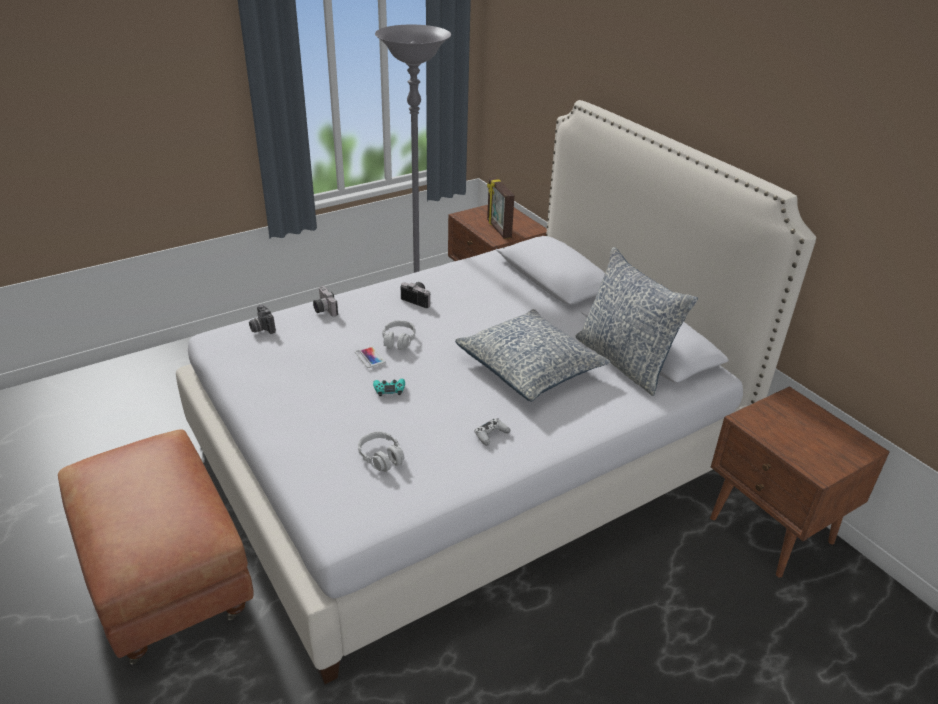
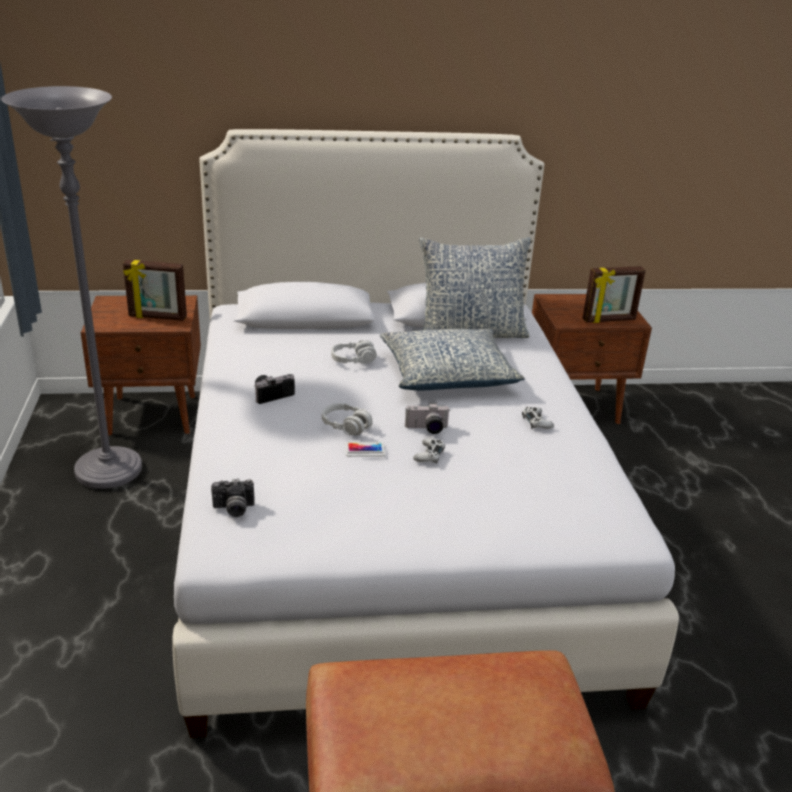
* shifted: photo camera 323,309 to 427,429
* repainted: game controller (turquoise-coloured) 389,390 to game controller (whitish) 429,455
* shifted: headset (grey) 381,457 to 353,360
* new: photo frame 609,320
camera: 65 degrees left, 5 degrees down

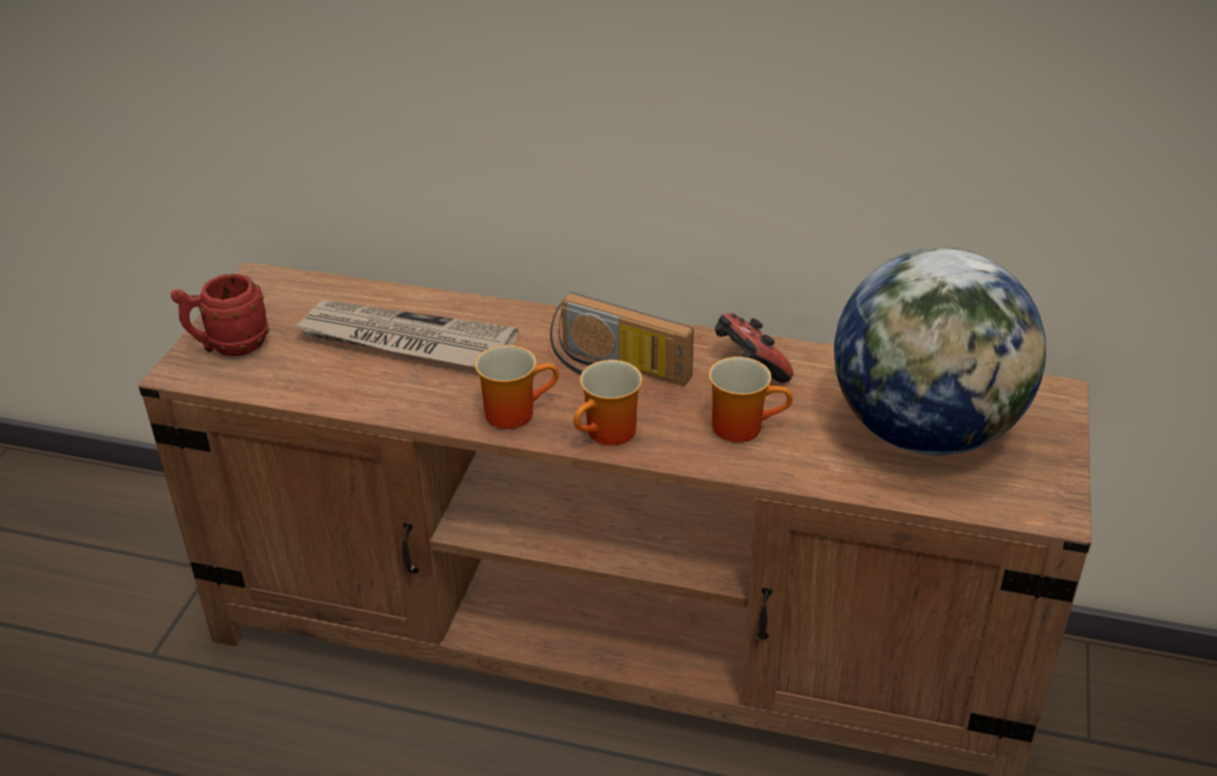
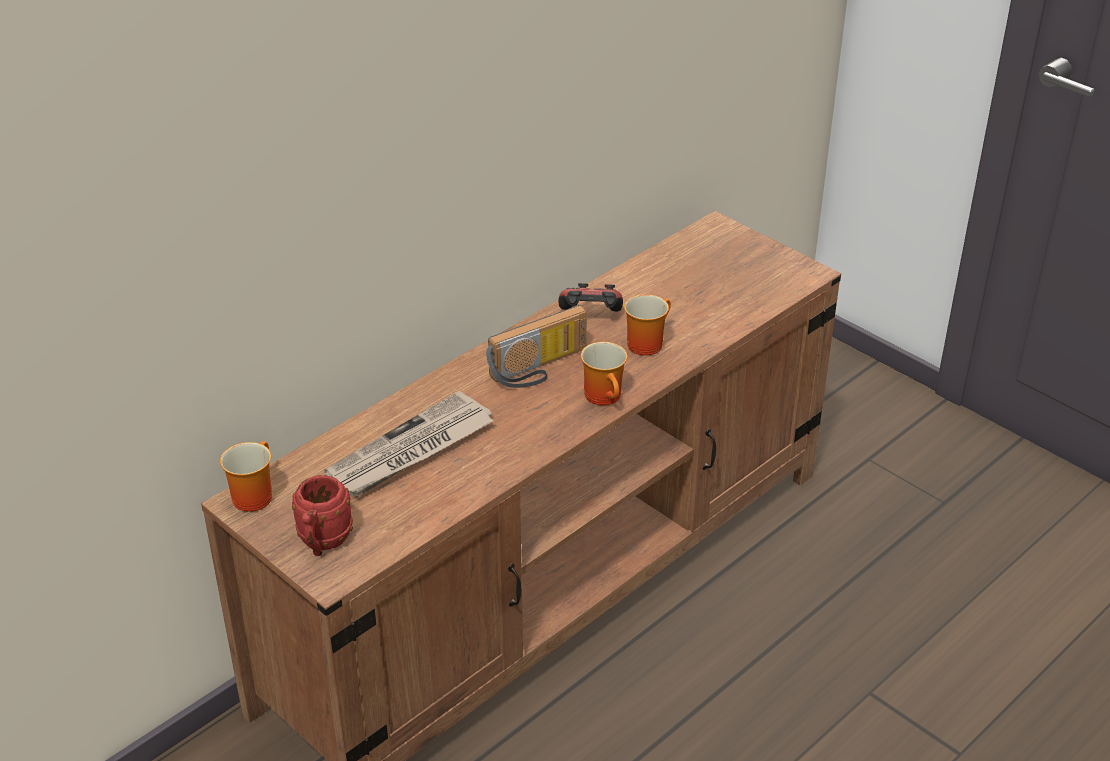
* gone: globe 925,431
* shifted: tea mug 514,411 to 251,494
camera: 60 degrees left, 0 degrees up

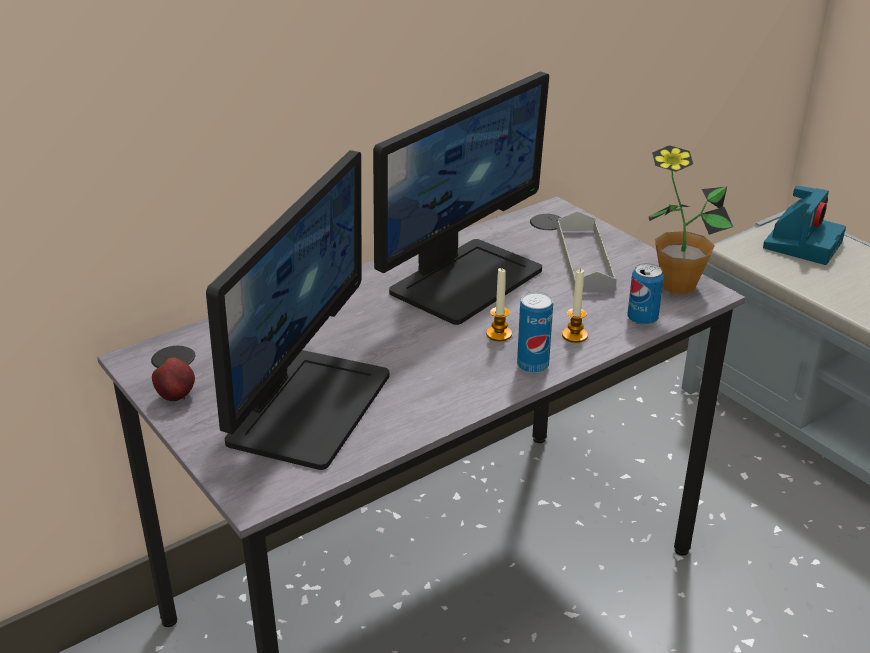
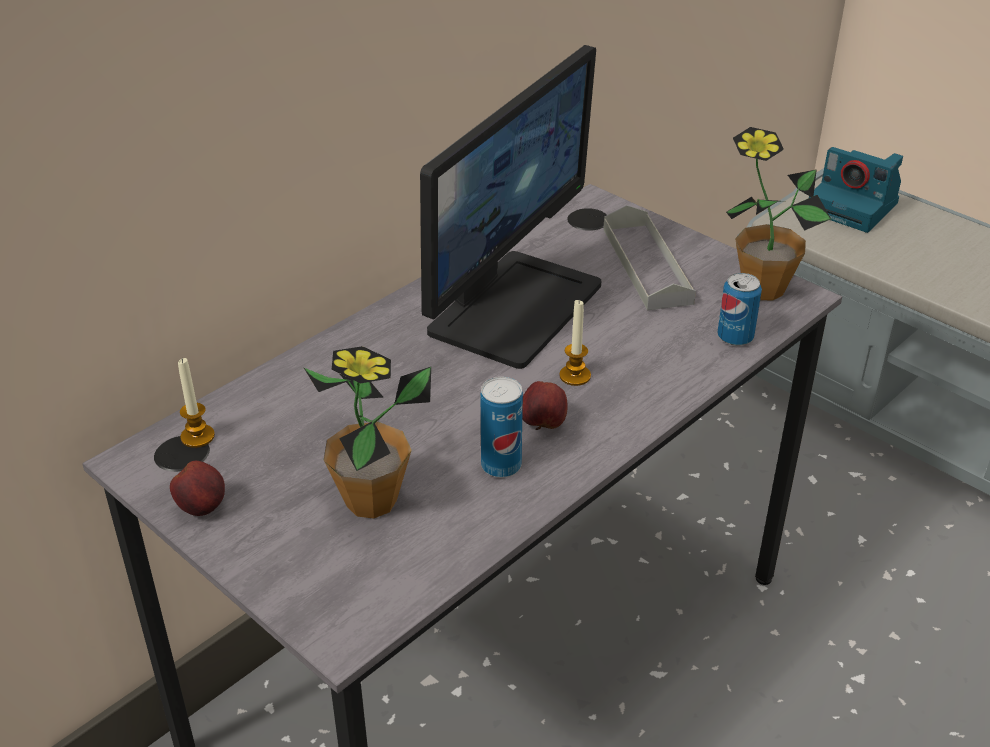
* swapped: computer screen 307,406 to houseplant 371,501
* rotated: photo camera 802,244 = 854,207 105 degrees clockwise
* shifted: wax light 574,335 to 197,436
* shifted: can 532,365 to 501,466
* new: apple fruit 543,425
camera: 10 degrees left, 5 degrees up

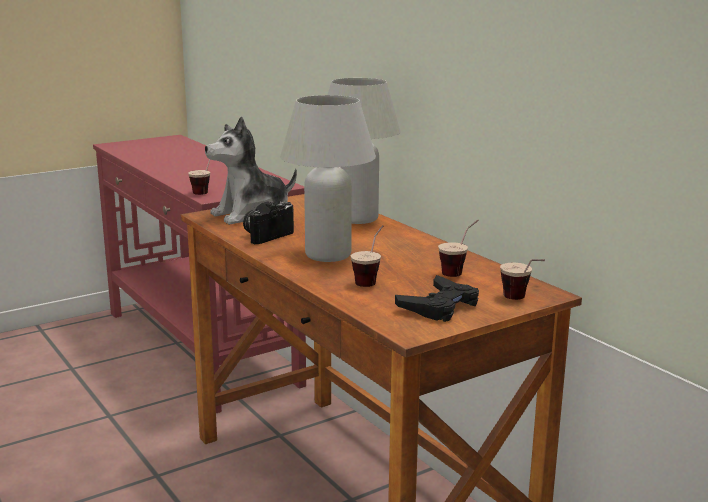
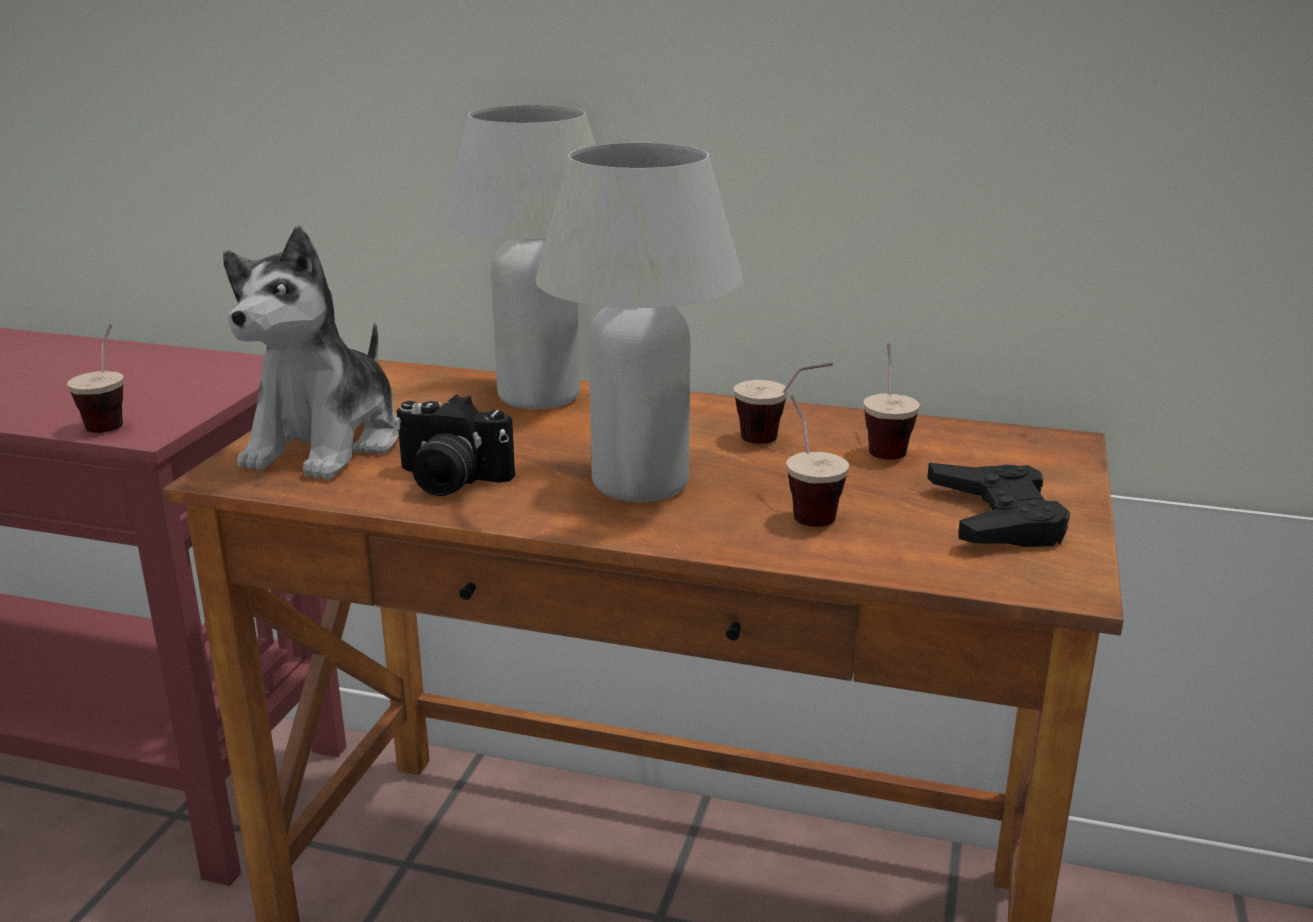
* rotated: photo camera 266,236 = 449,481 75 degrees counterclockwise
* shifted: cup 522,301 to 780,441
camera: 40 degrees left, 5 degrees up

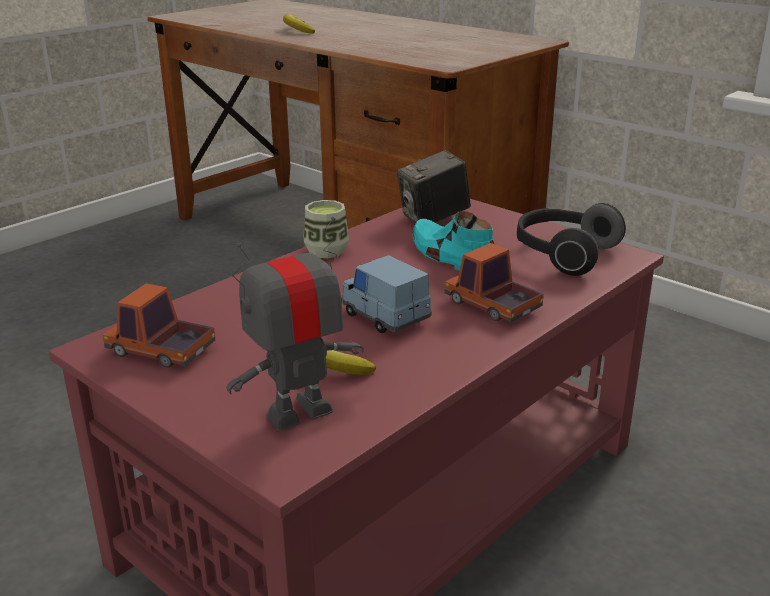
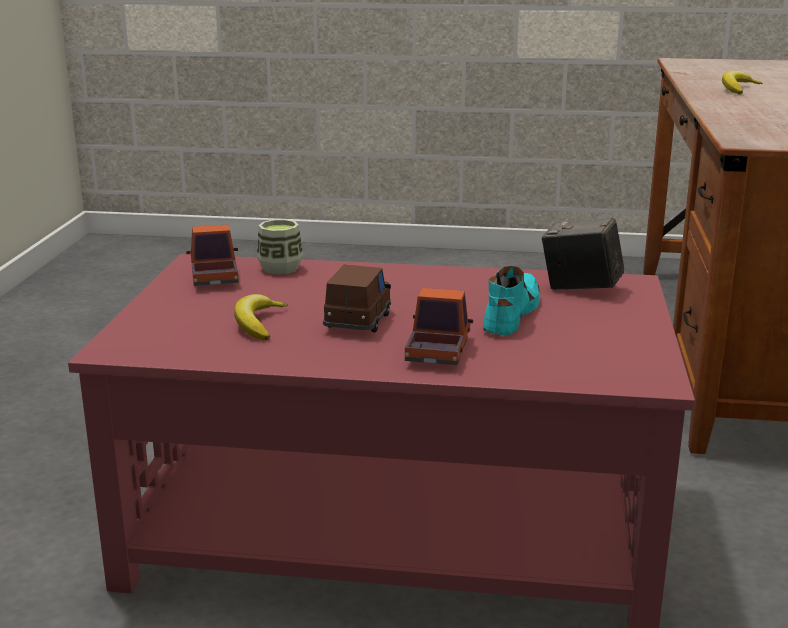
* shifted: cup 326,251 to 280,268
* gone: headset 563,255
* gone: model robot 298,412
* repainted: model car (blue) 385,317 to model car (brown-coloured) 358,321
camera: 55 degrees right, 5 degrees down

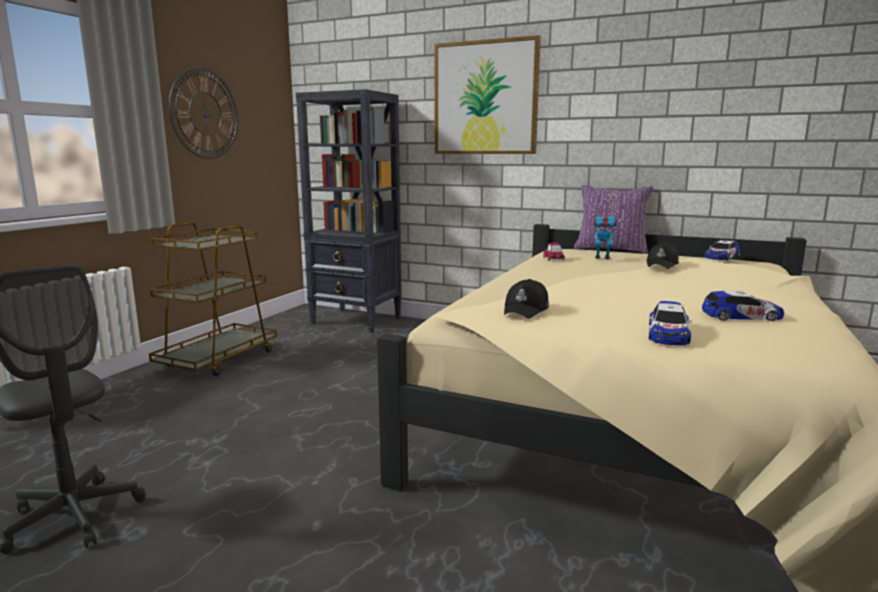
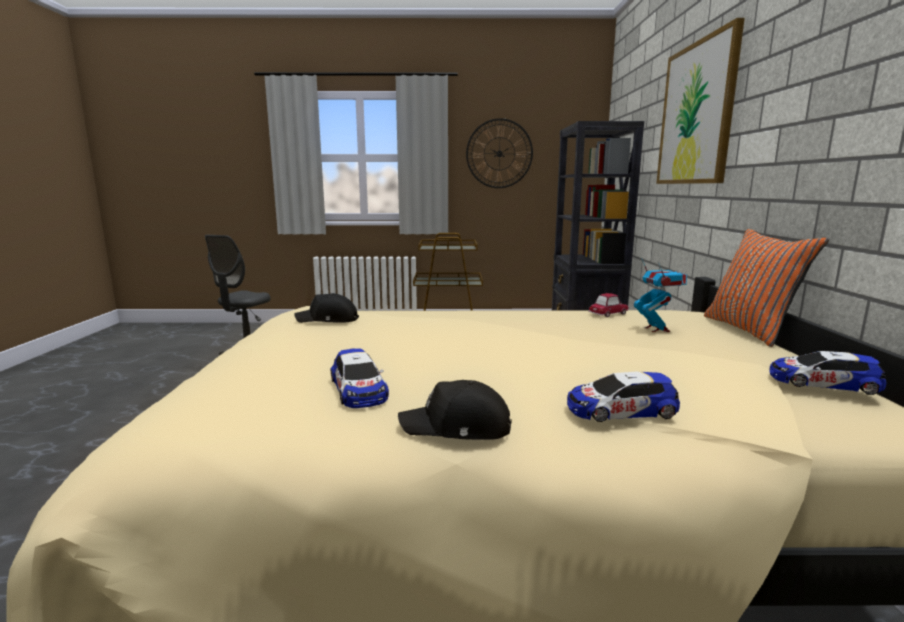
* repainted: pillow (purple-coloured) 610,249 to pillow (orangey) 751,330
* shifted: baseball cap (black-coloured) 662,264 to 457,427
* shifted: model car 668,334 to 621,409
camera: 65 degrees right, 0 degrees up

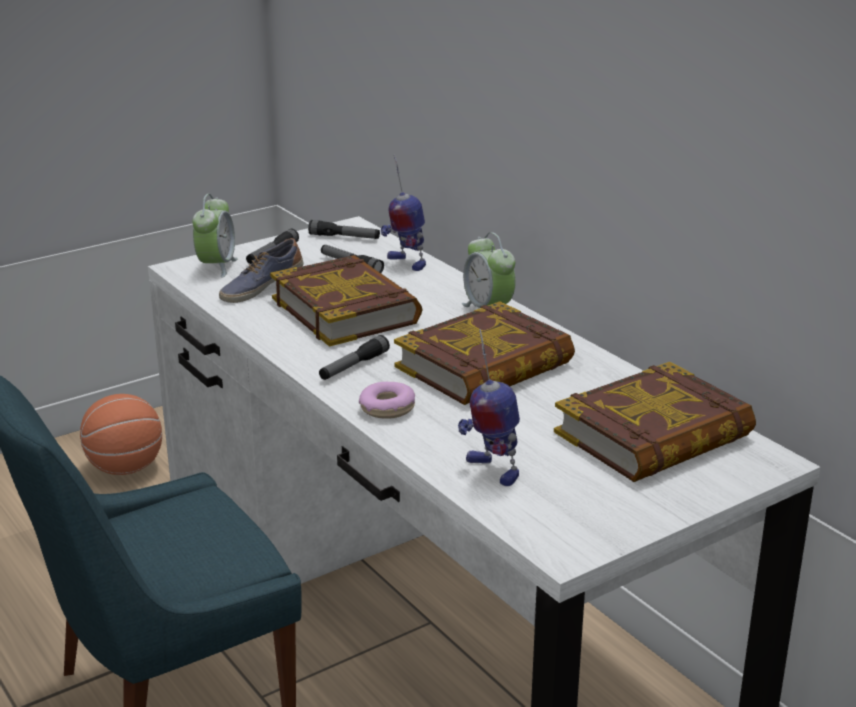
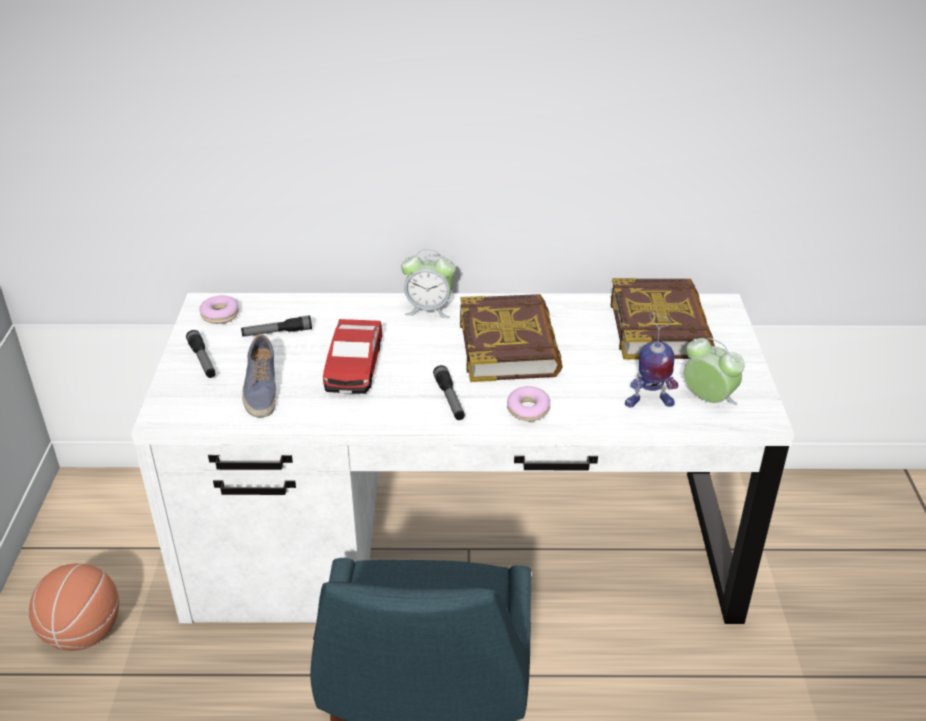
* gone: model robot 405,262
* shifted: alarm clock 216,266 to 708,399
* swapped: hand torch 344,237 to donut 220,315
* swapped: volume 346,310 to model car 354,366
camera: 55 degrees left, 10 degrees up

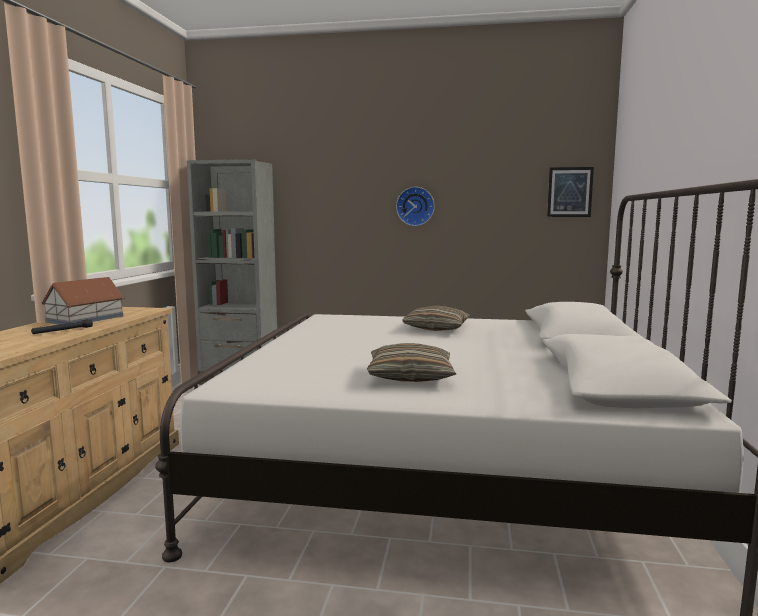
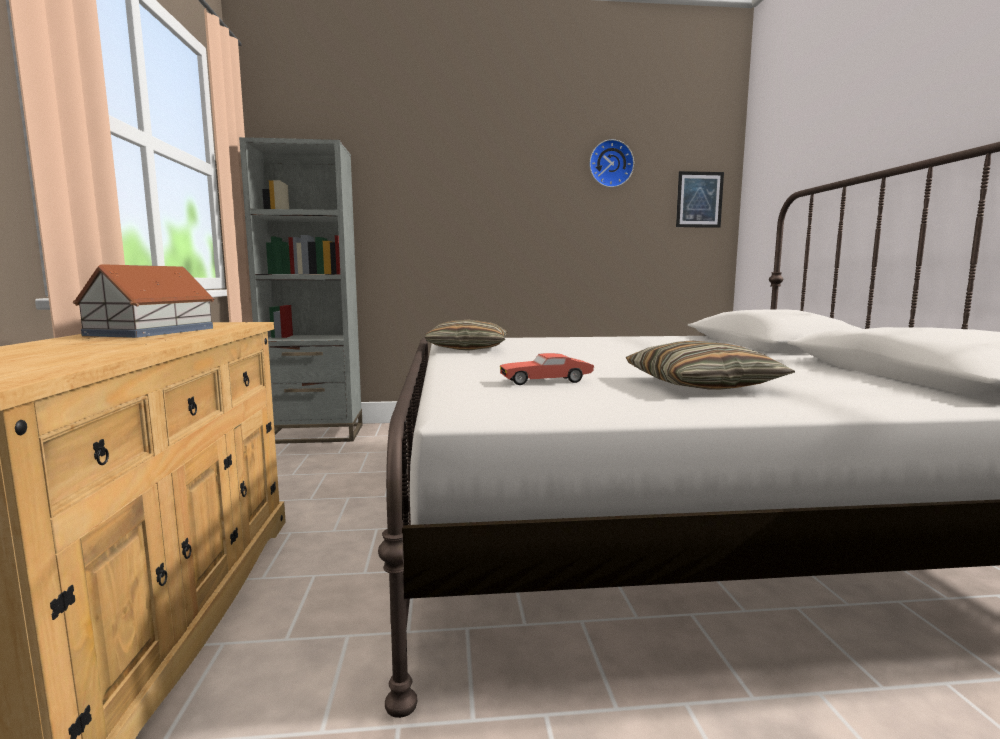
* shifted: clock on the wall 415,206 to 610,164
* shifted: pillow 436,328 to 468,348
* gone: hand torch (black-coloured) 63,331
* new: model car (reddish) 546,381
camera: 15 degrees left, 0 degrees up

